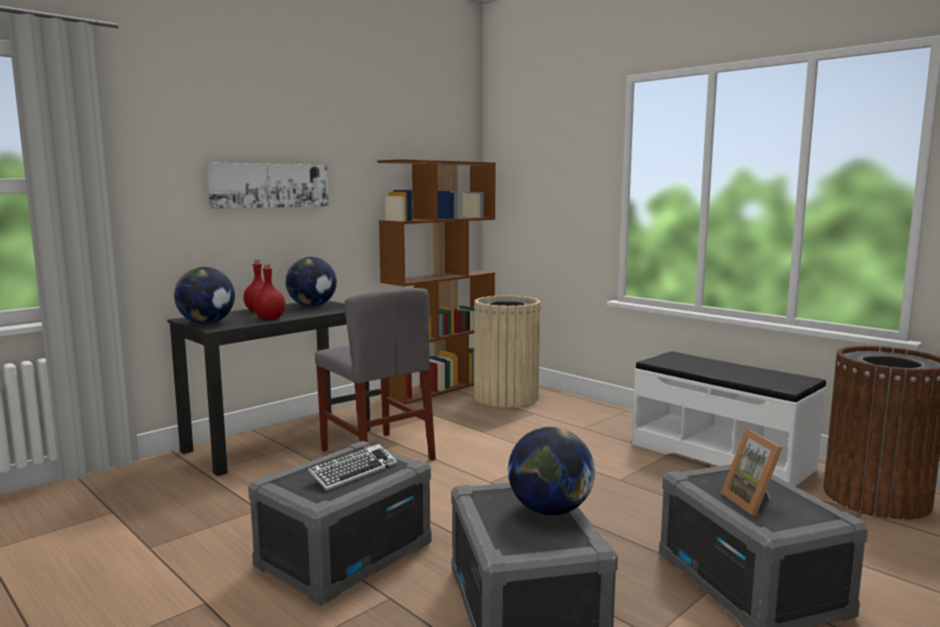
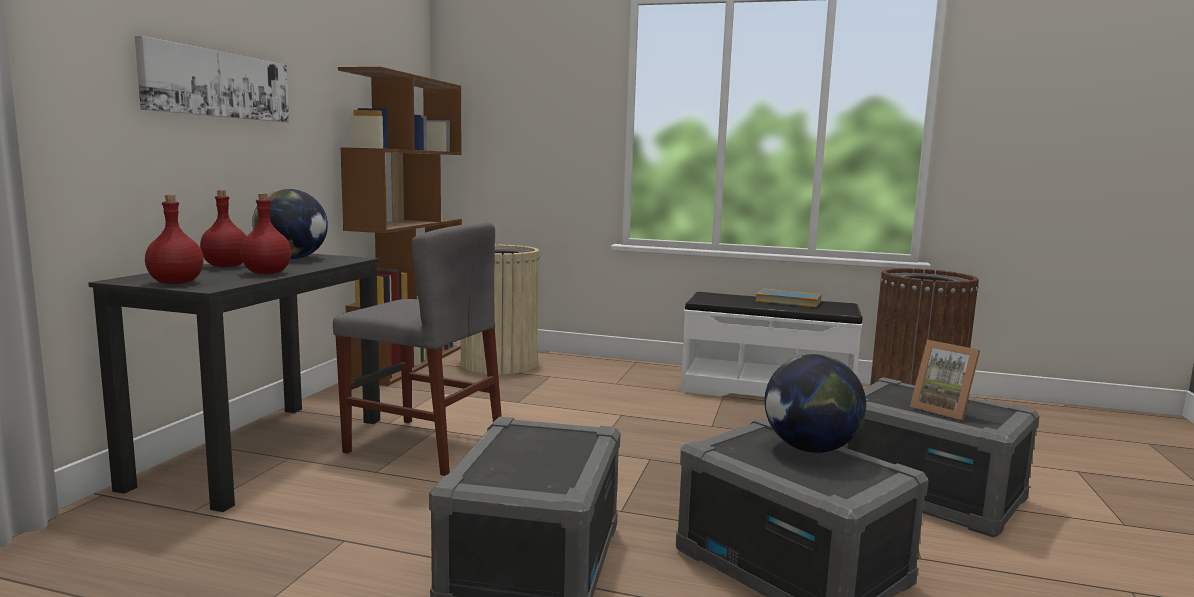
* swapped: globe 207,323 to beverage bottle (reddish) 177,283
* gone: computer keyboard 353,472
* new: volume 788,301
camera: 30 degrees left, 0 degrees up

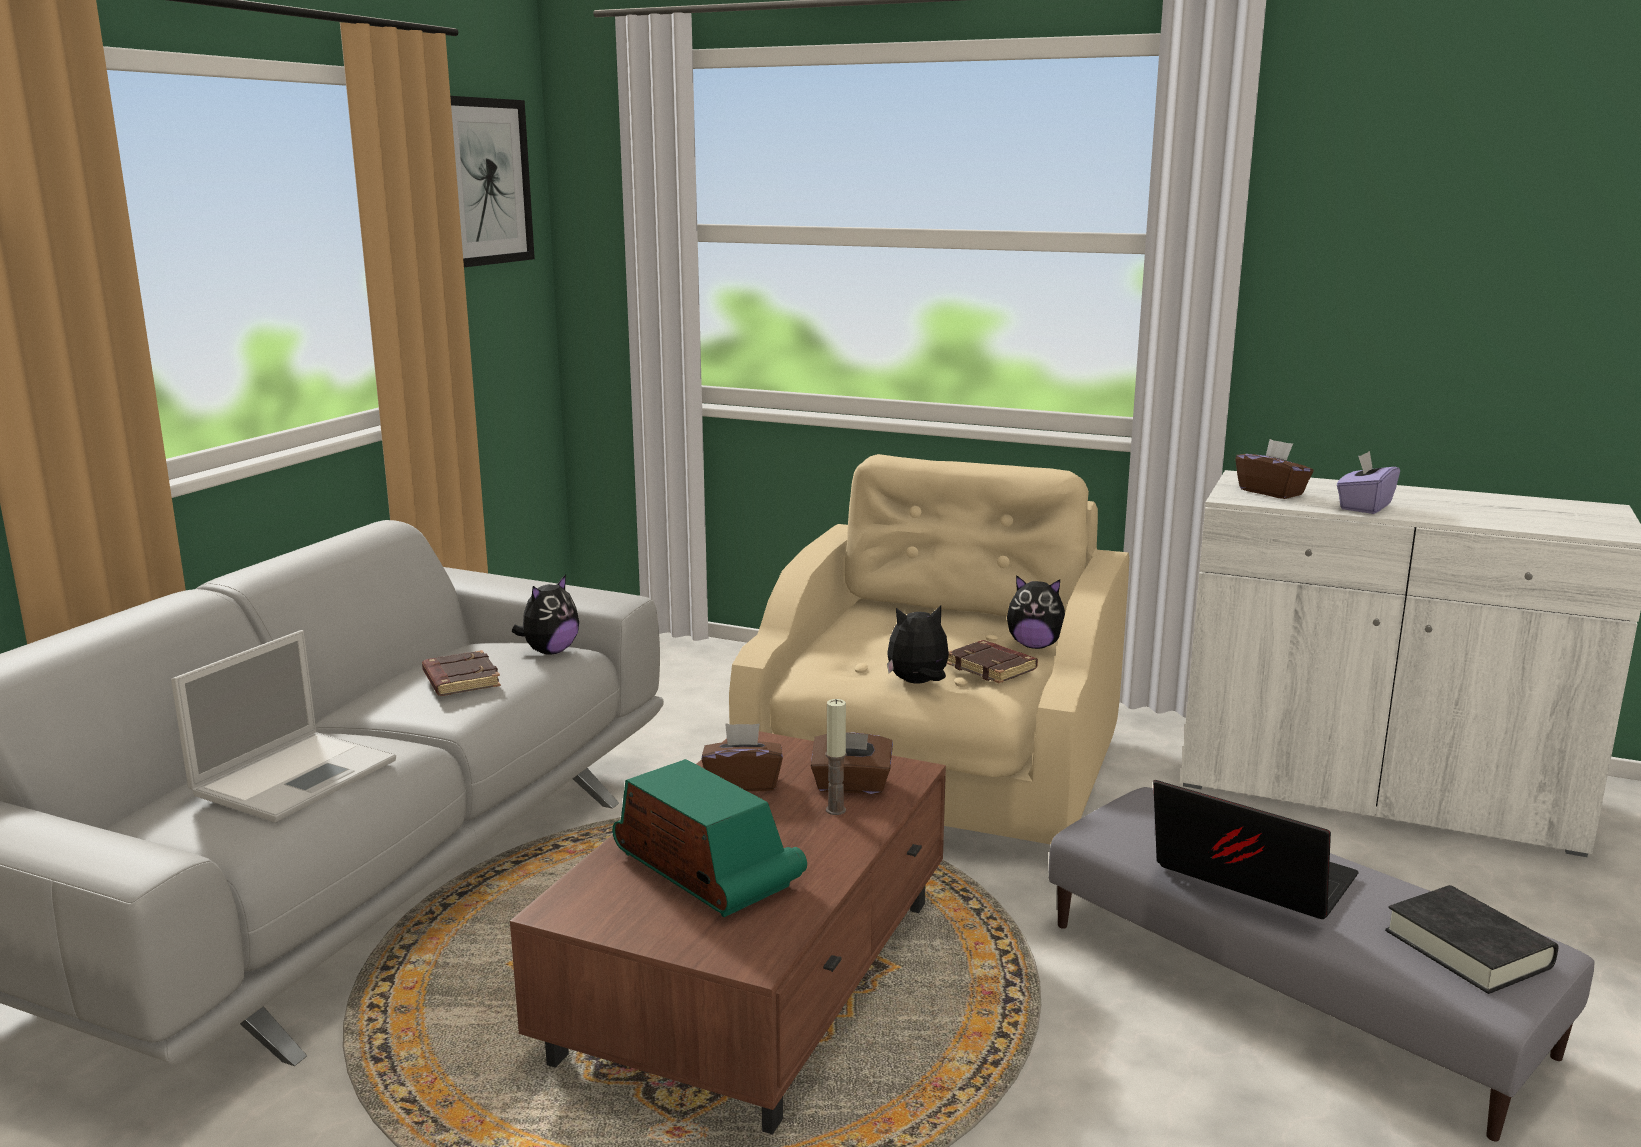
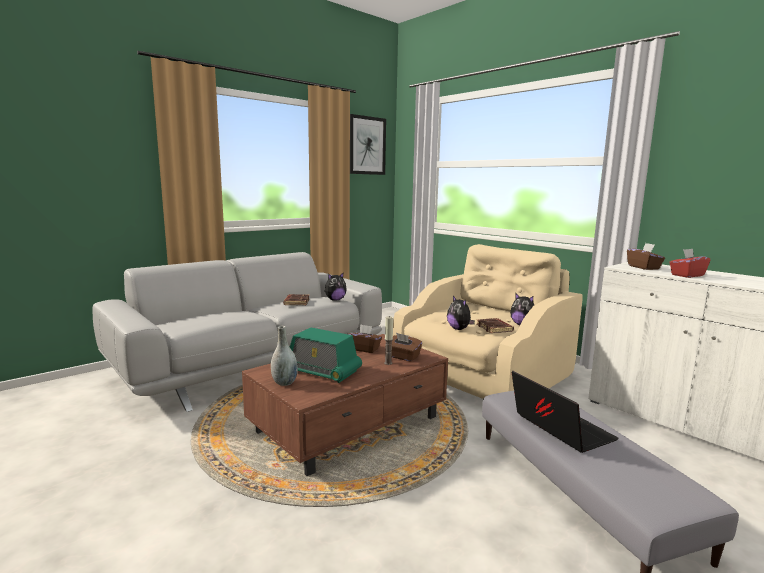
* repainted: box of tissues (purple-coloured) 1364,506 to box of tissues (reddish) 687,275
* rotated: cuddly toy 918,683 = 459,329 135 degrees counterclockwise
* gone: laptop 297,775
* rotated: radio receiver 706,870 = 320,370 135 degrees clockwise
* gone: volume (black-coloured) 1467,949
* new: decorative vase (grey) 284,383
camera: 25 degrees right, 5 degrees down

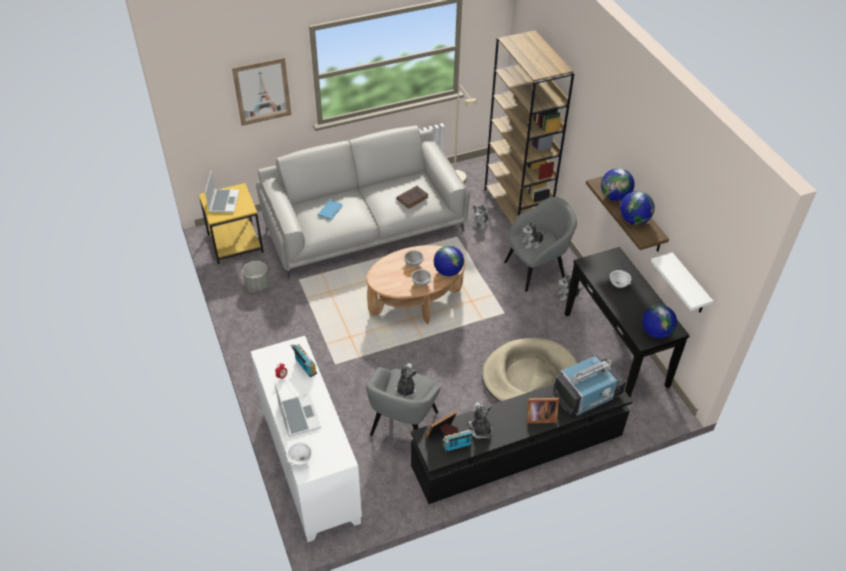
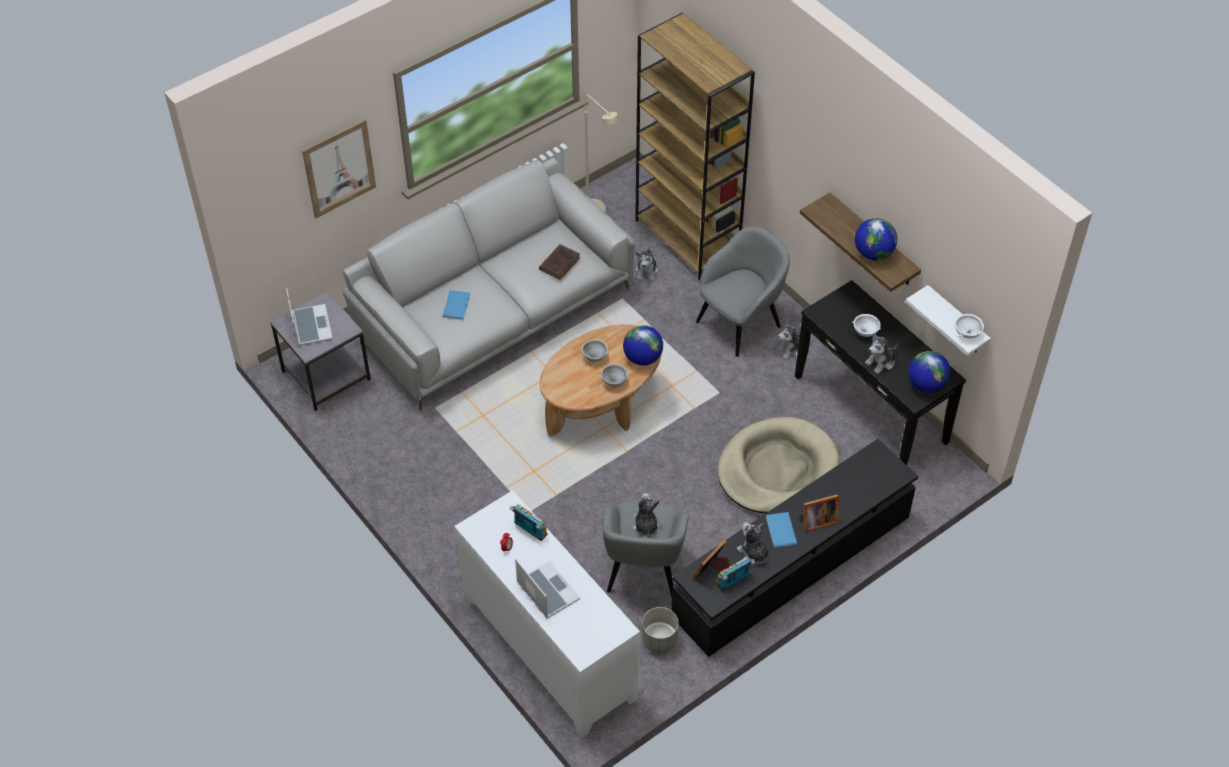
* gone: globe 615,197
* repainted: end table (yellow) 235,242 to end table (grey) 326,374
* shifted: cuddly toy 532,242 to 881,362
* shifted: flower pot (grey) 257,285 to 659,640
* gone: TV 587,395
* shifted: serving bowl (whitish) 300,460 to 967,333
* new: volume (blue) 780,531
camera: 15 degrees left, 5 degrees up

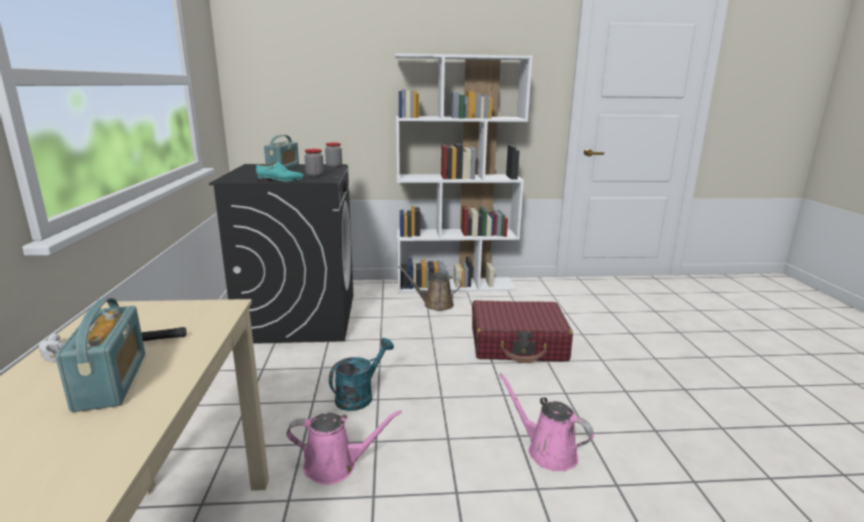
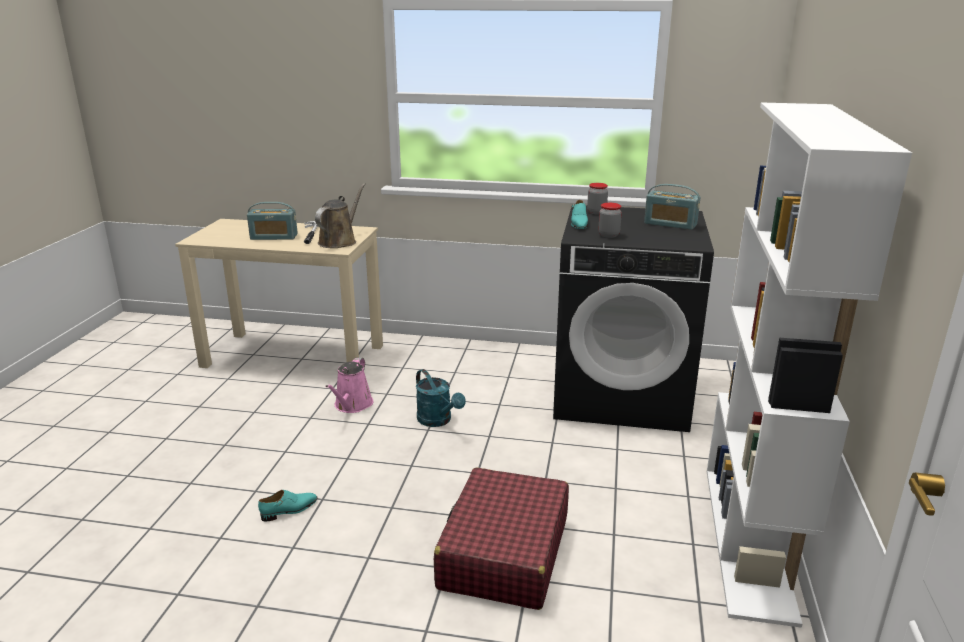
* shifted: storage jar 334,166 to 596,212
* shifted: sprinkling can (brown-coloured) 435,304 to 339,241
* swapped: sprinkling can (pink-coloured) 547,451 to item of footwear (turquoise-coloured) 289,510
camera: 105 degrees right, 5 degrees up

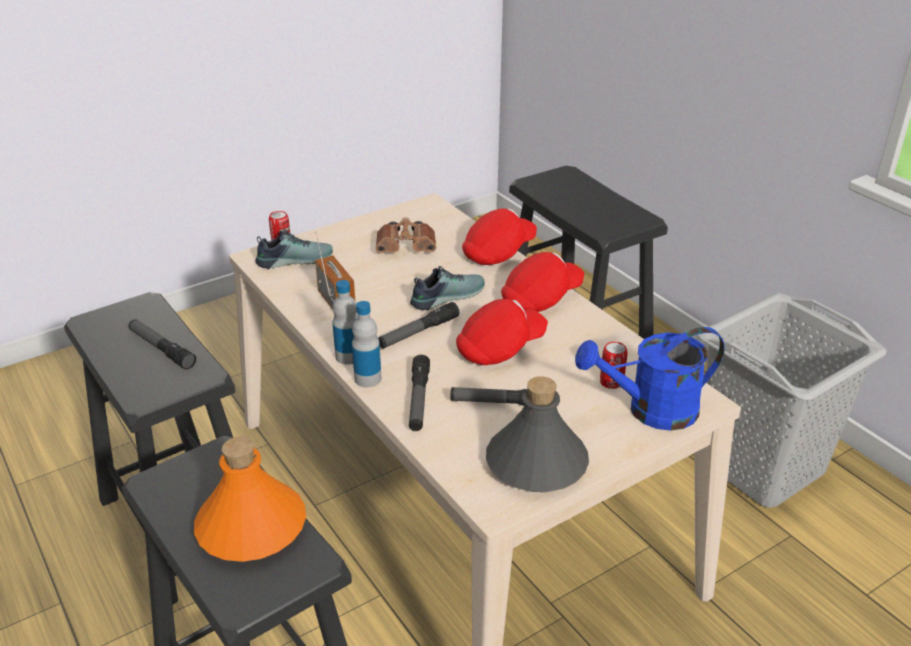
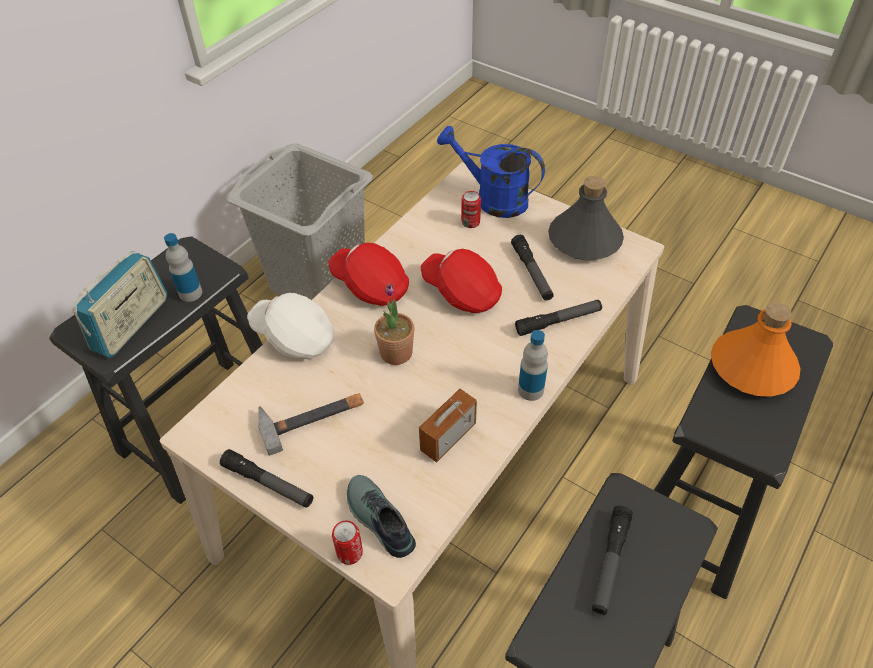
* repainted: baseball cap (reddish) 498,252 to baseball cap (whitish) 294,337
* swapped: binoculars (brown-coloured) 408,248 to tool hammer 312,417
* swapped: item of footwear 446,296 to houseplant 396,353
* shifted: beverage bottle 368,379 to 190,293
* shifted: hand torch 418,332 to 268,483
* rotated: sprinkling can (blue) 650,411 = 493,198 150 degrees clockwise
* new: radio receiver 131,324
camera: 110 degrees left, 15 degrees up

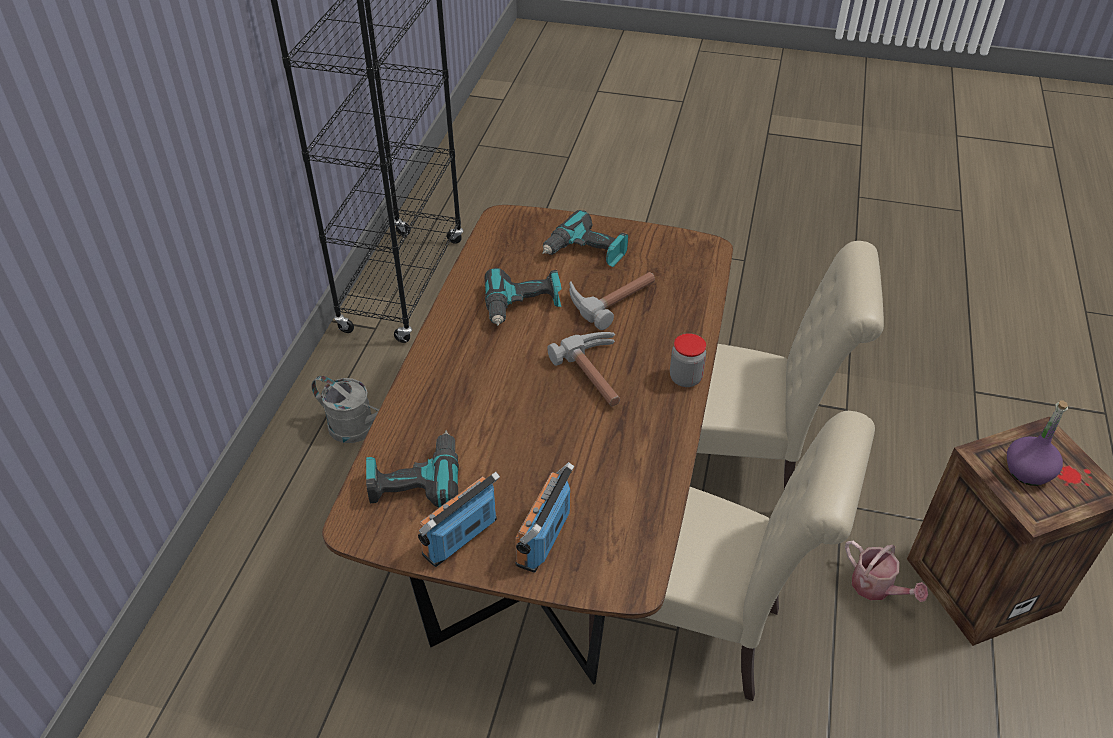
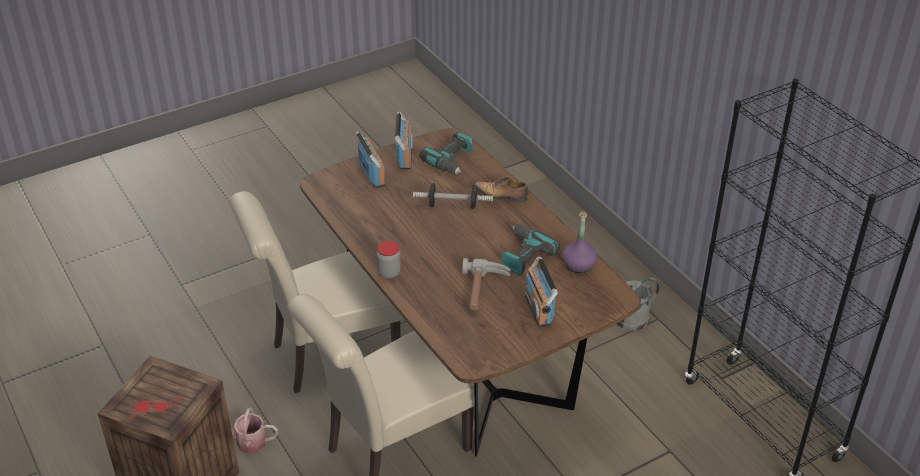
* swapped: power drill 585,252 to radio receiver 538,309
* gone: tool hammer 599,375
* shifted: beverage bottle (purple-coloured) 1028,471 to 578,265
* new: item of footwear 501,195
* new: hand weight 453,206
camera: 135 degrees right, 5 degrees down

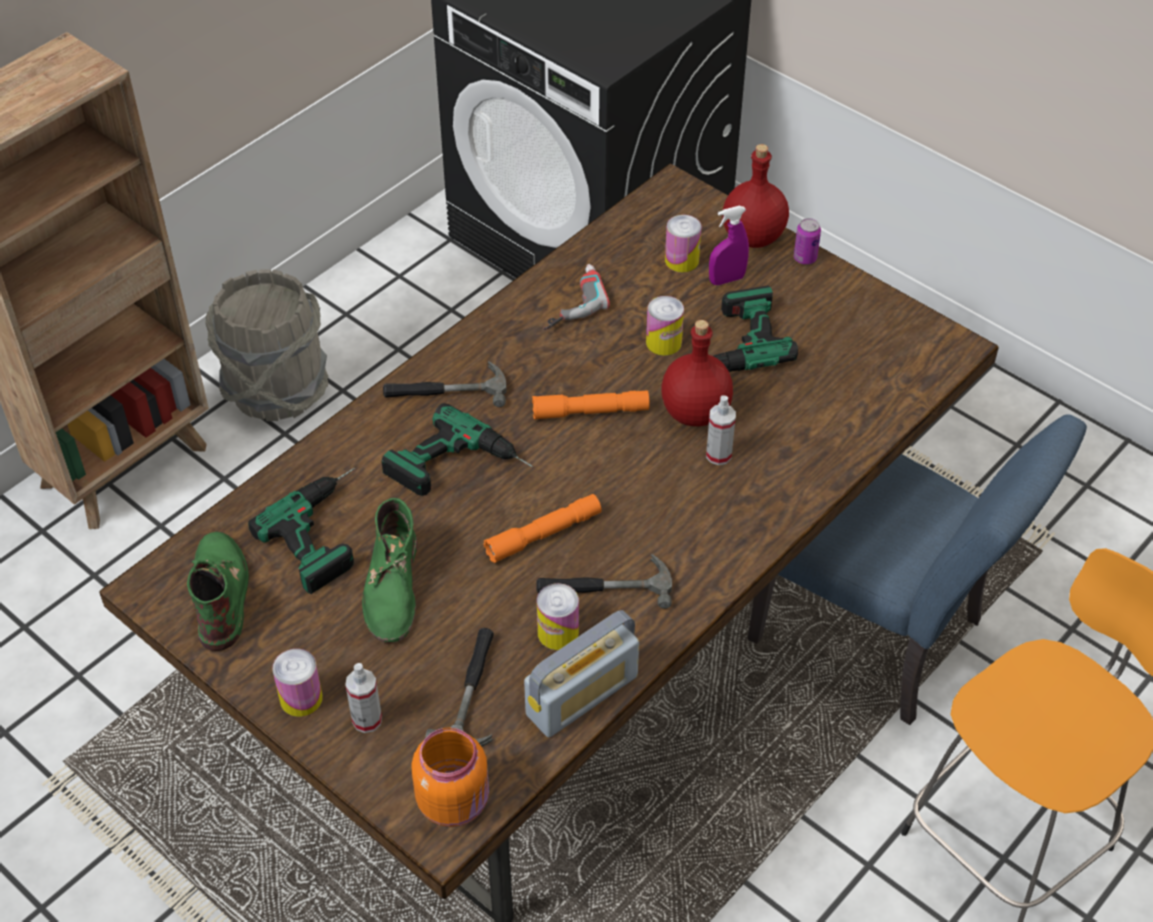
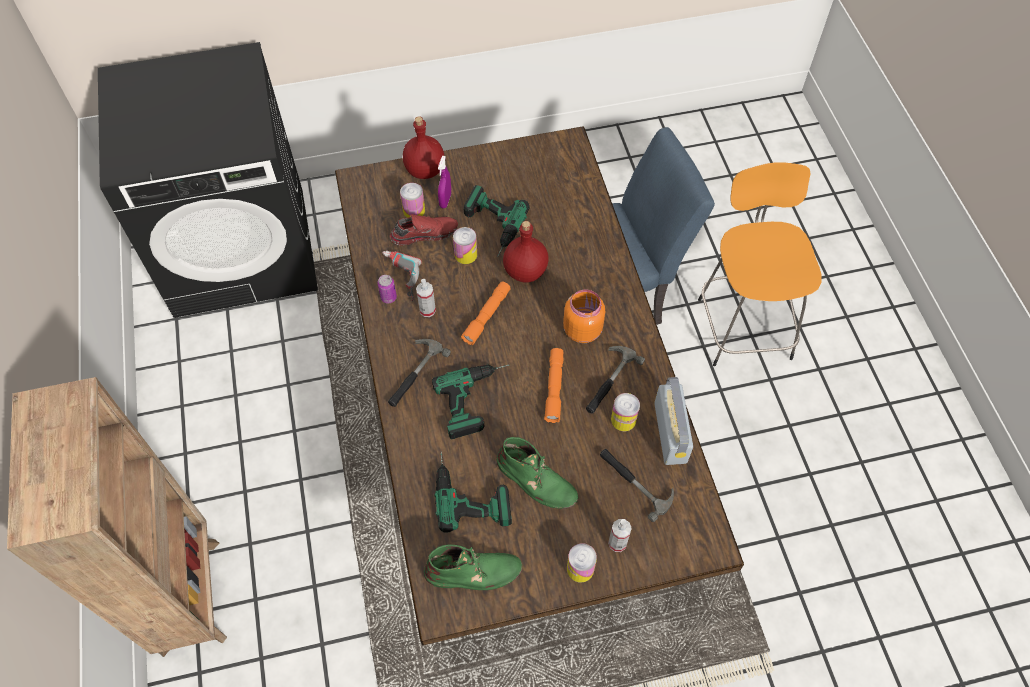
* shifted: can 805,258 to 388,297
* gone: pail (grey) 277,389
* shifted: spray bottle 718,455 to 427,310
* rotated: tall boot (greenish) 220,592 = 474,572 150 degrees clockwise
* shifted: storage jar (orangey) 455,801 to 582,329
* new: item of footwear (reddish) 424,233
camera: 55 degrees left, 10 degrees up

